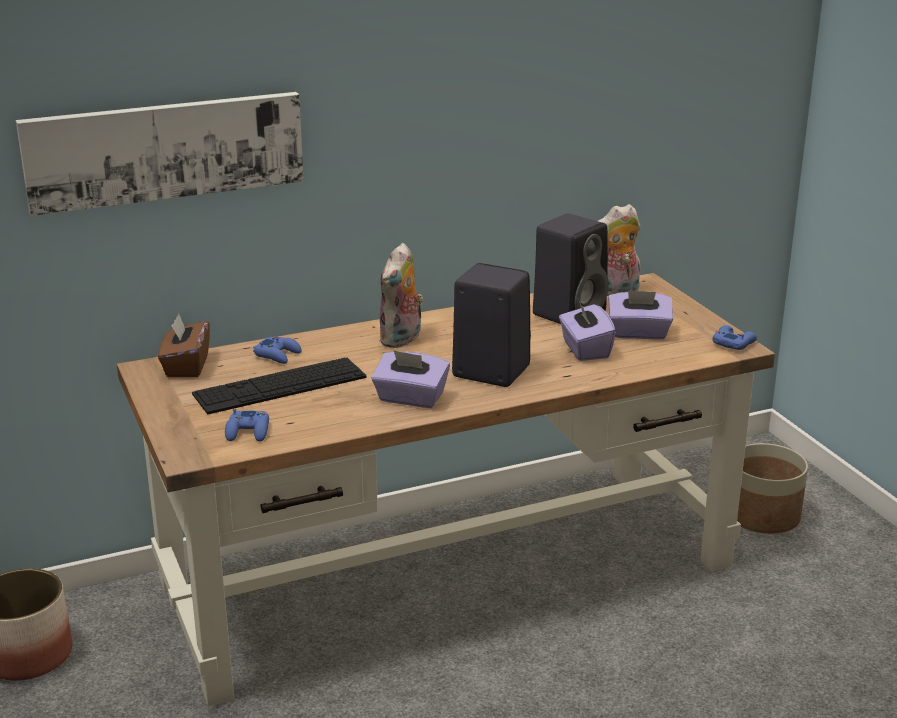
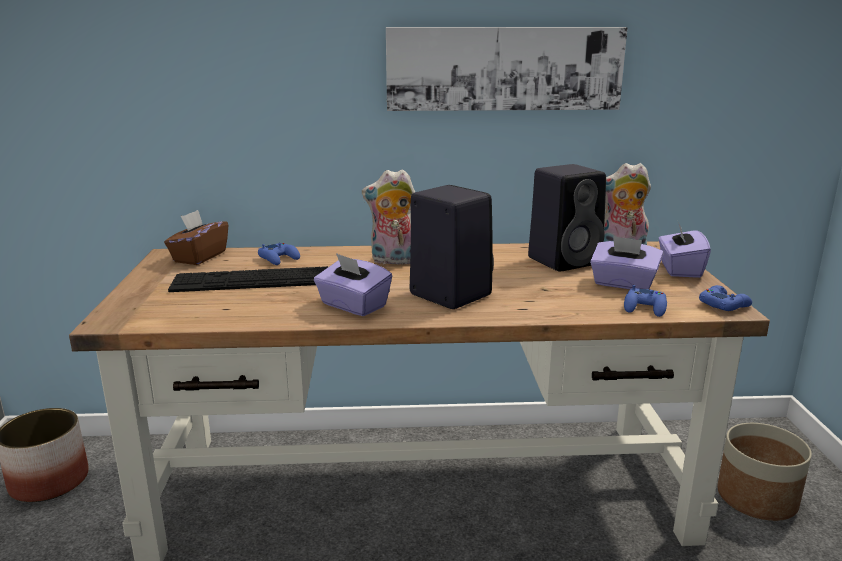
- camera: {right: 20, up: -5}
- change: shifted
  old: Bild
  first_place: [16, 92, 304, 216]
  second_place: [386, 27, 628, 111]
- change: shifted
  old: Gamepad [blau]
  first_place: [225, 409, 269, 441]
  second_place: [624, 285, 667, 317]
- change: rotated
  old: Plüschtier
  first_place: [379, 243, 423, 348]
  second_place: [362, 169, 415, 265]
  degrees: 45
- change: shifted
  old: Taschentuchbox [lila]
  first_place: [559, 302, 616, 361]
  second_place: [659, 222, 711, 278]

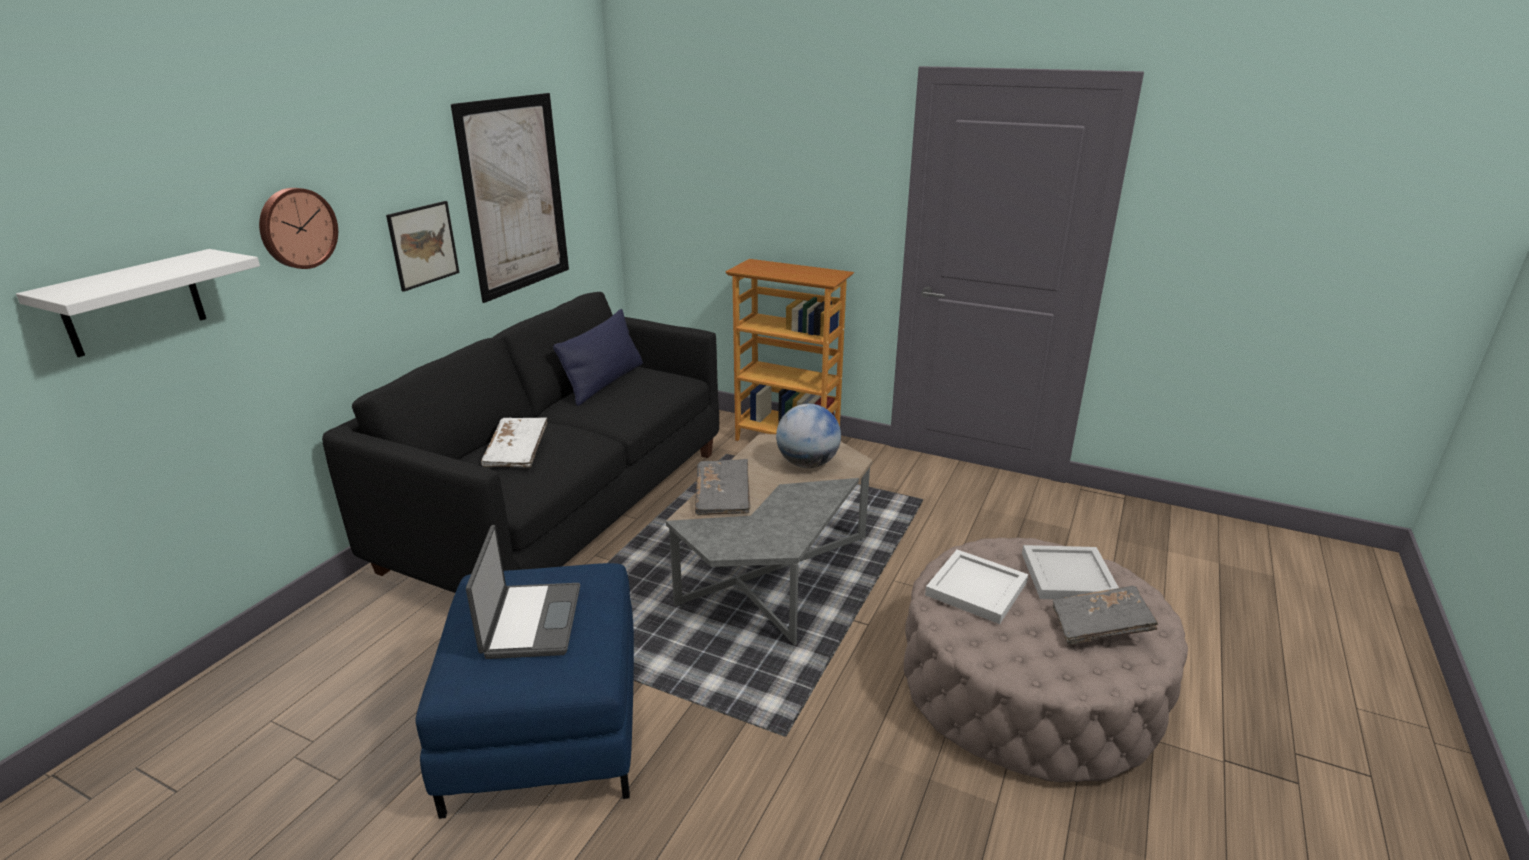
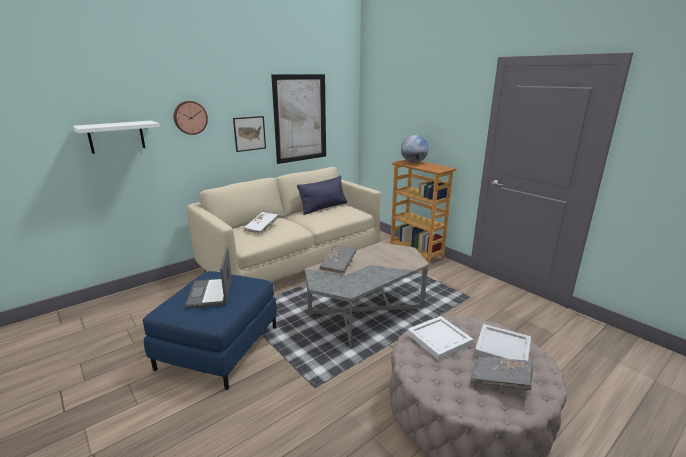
- camera: {right: 25, up: -5}
- change: repainted
  old: Sofa [schwarz]
  new: Sofa [beige]
  first_place: [322, 292, 719, 593]
  second_place: [187, 167, 381, 282]
- change: rotated
  old: Laptop
  first_place: [466, 525, 580, 659]
  second_place: [185, 247, 232, 309]
  degrees: 150
- change: shifted
  old: Globus
  first_place: [776, 404, 841, 468]
  second_place: [401, 135, 429, 163]

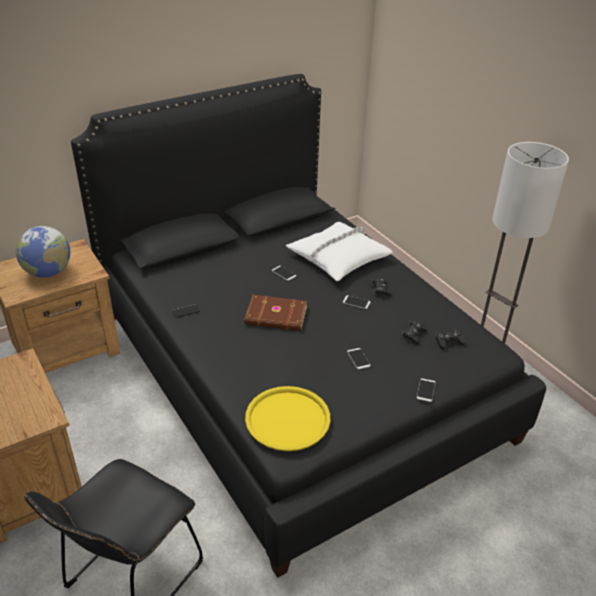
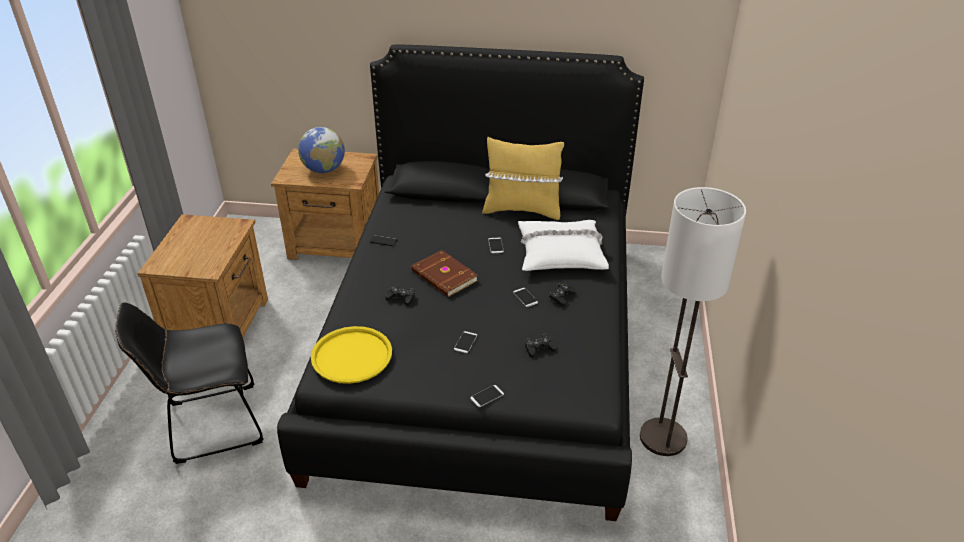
- camera: {right: 40, up: 0}
- change: shifted
  old: Gamepad [schwarz]
  first_place: [436, 328, 465, 350]
  second_place: [386, 284, 415, 306]
- change: new
  new: Kissen [gelb]
  second_place: [482, 137, 564, 220]

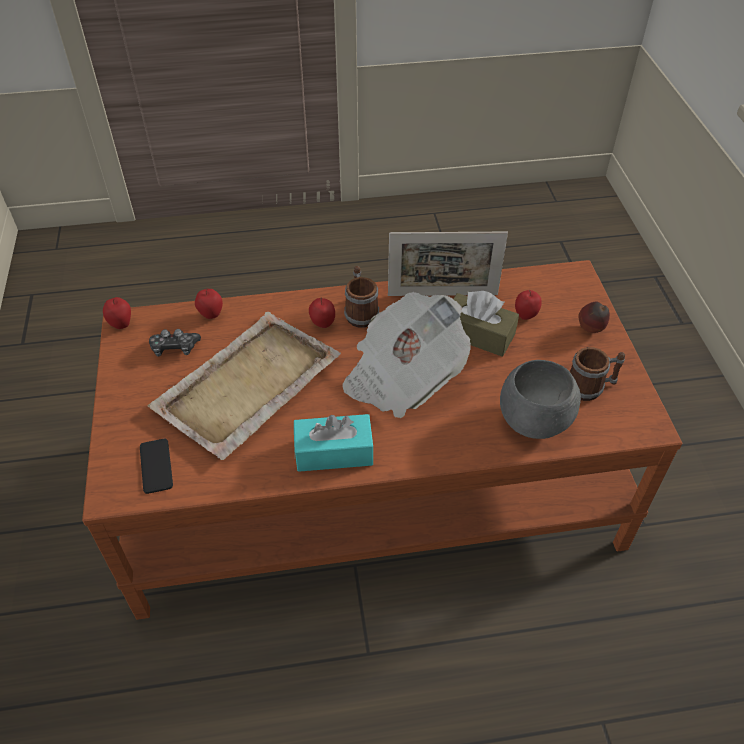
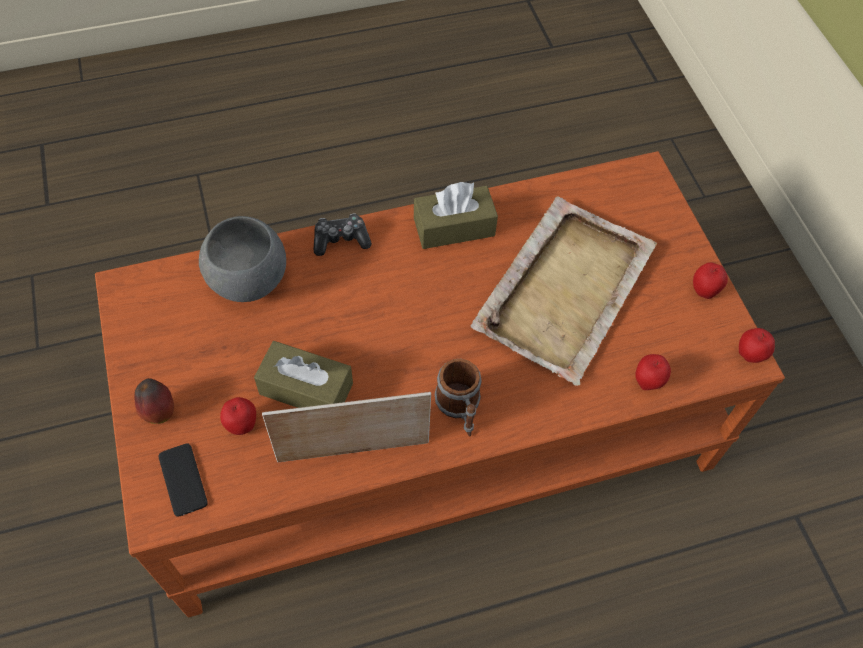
- camera: {right: 170, up: 10}
- change: shifted
  old: Handy
  first_place: [140, 439, 173, 494]
  second_place: [159, 443, 208, 517]
- change: shifted
  old: Gamepad
  first_place: [149, 329, 201, 357]
  second_place: [314, 213, 372, 256]
- change: repainted
  old: Taschentuchbox [türkis]
  new: Taschentuchbox [braun]
  first_place: [294, 414, 373, 472]
  second_place: [414, 182, 498, 249]
- change: shifted
  old: Apfel
  first_place: [309, 297, 335, 328]
  second_place: [693, 262, 728, 299]
- change: gone
  old: Zeitung
  first_place: [342, 292, 471, 418]
- change: gone
  old: Henkelbecher
  first_place: [570, 347, 625, 401]

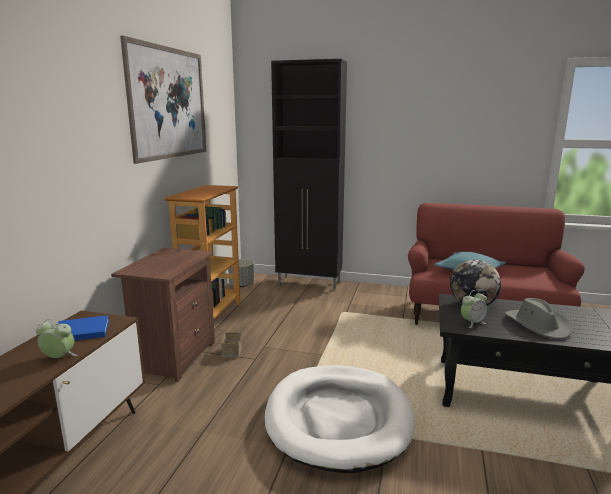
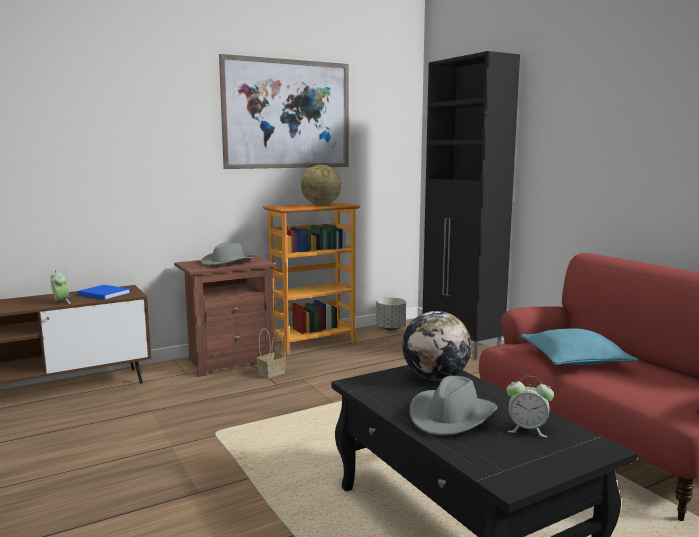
- camera: {right: 45, up: -5}
- change: gone
  old: Hundebett [weiß]
  first_place: [265, 366, 415, 473]
- change: shifted
  old: Wecker
  first_place: [461, 290, 487, 328]
  second_place: [506, 376, 554, 437]
- change: new
  new: Hut [grau]
  second_place: [201, 242, 254, 266]
- change: new
  new: Globus
  second_place: [301, 165, 342, 205]

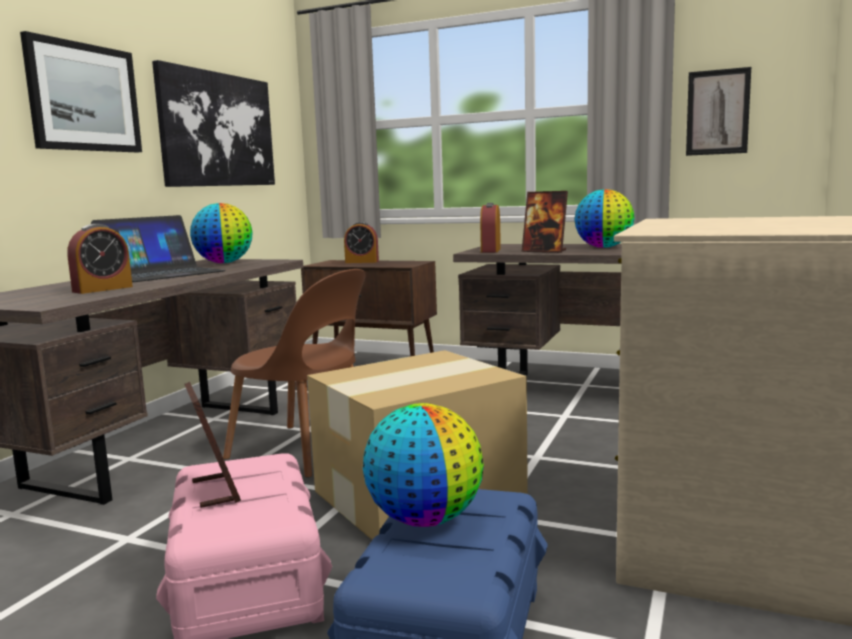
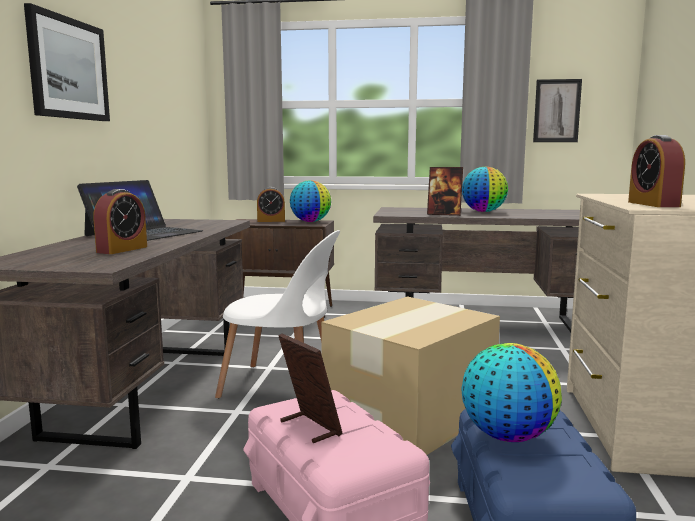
- camera: {right: -15, up: 0}
- change: gone
  old: Bild
  first_place: [152, 60, 275, 187]
- change: shifted
  old: Globus
  first_place: [190, 203, 252, 263]
  second_place: [290, 180, 331, 222]
- change: repainted
  old: Stuhl [braun]
  new: Stuhl [weiß]
  first_place: [223, 269, 366, 477]
  second_place: [215, 230, 340, 399]
- change: shifted
  old: Wecker
  first_place: [480, 203, 501, 253]
  second_place: [628, 135, 685, 207]

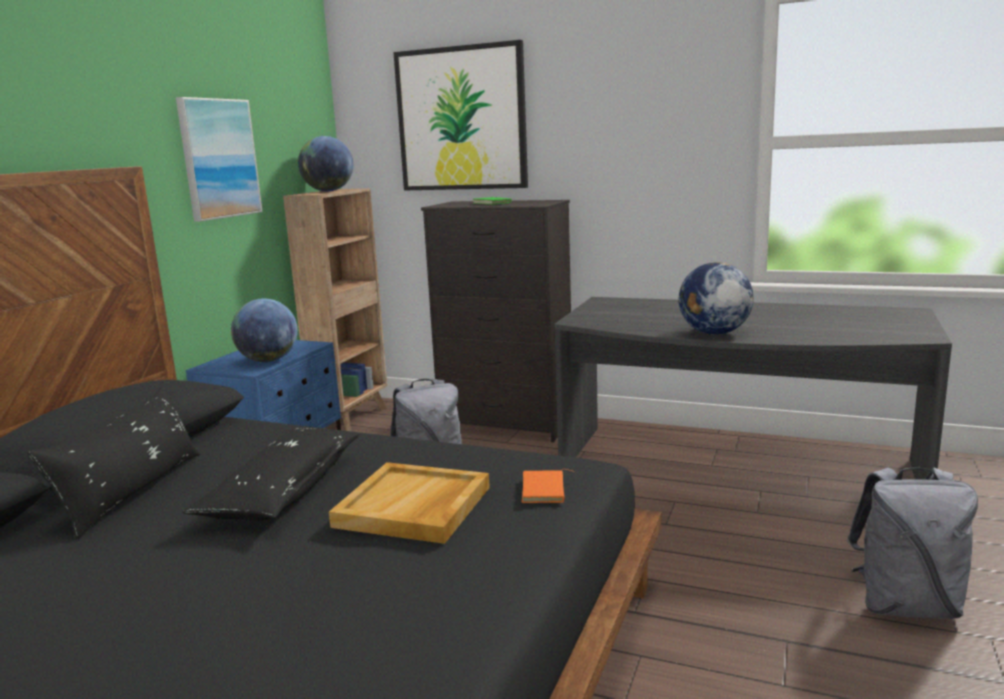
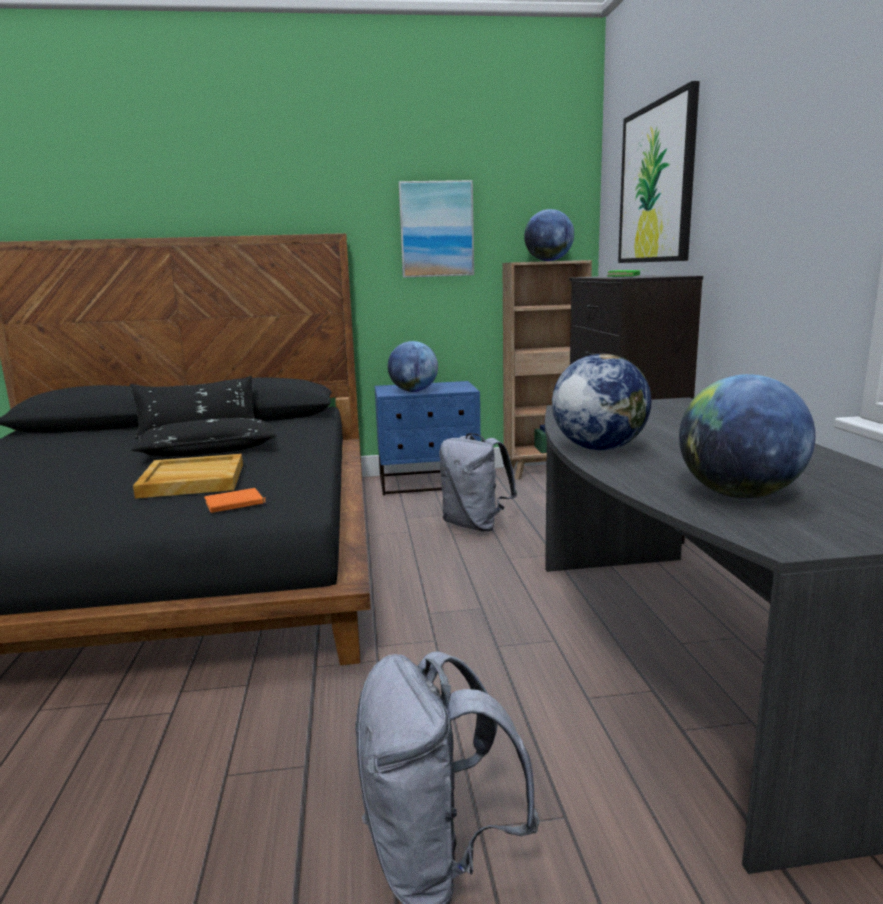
- camera: {right: 60, up: 0}
- change: new
  new: Globus
  second_place: [679, 374, 815, 499]

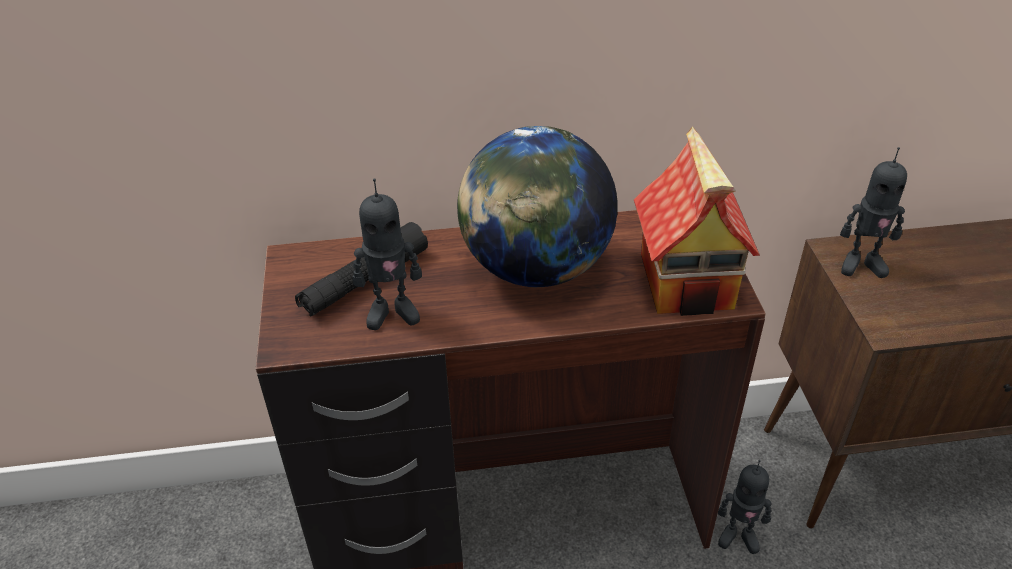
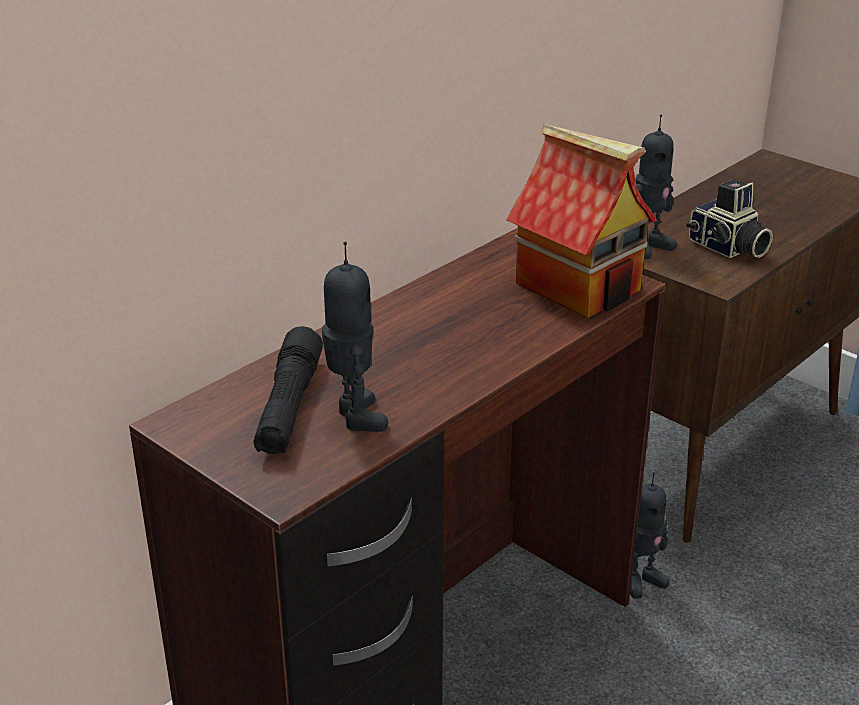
- camera: {right: -40, up: -10}
- change: rotated
  old: Spielzeugroboter
  first_place: [353, 178, 422, 330]
  second_place: [322, 242, 388, 432]
  degrees: -60
- change: gone
  old: Globus
  first_place: [457, 126, 618, 287]
- change: new
  new: Kamera
  second_place: [686, 180, 773, 258]

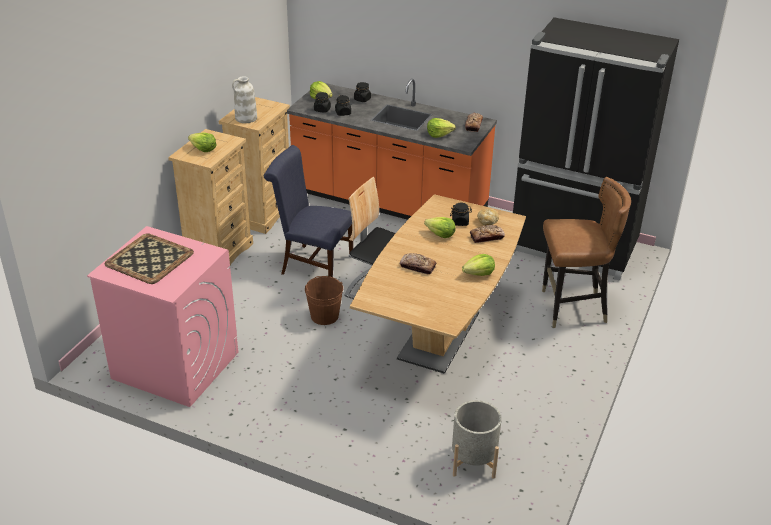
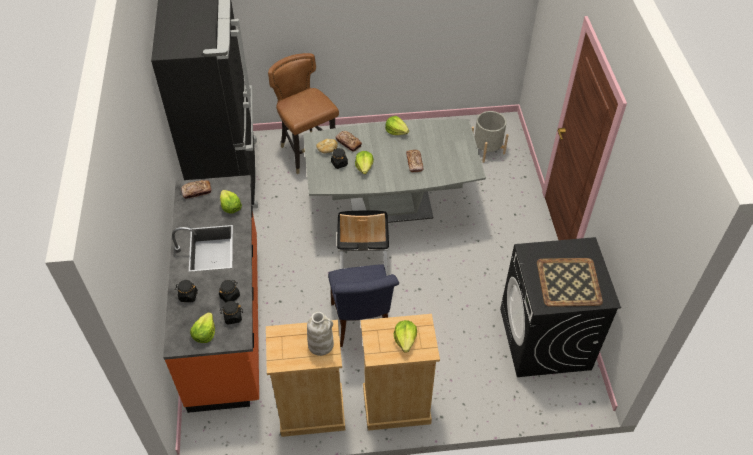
- camera: {right: -120, up: 15}
- change: repainted
  old: Waschmaschine [rosa]
  new: Waschmaschine [schwarz]
  first_place: [87, 226, 239, 407]
  second_place: [500, 237, 621, 377]
- change: gone
  old: Eimer [braun]
  first_place: [305, 276, 343, 325]
- change: repainted
  old: Esstisch [braun]
  new: Esstisch [grau]
  first_place: [350, 194, 526, 374]
  second_place: [303, 119, 486, 223]

